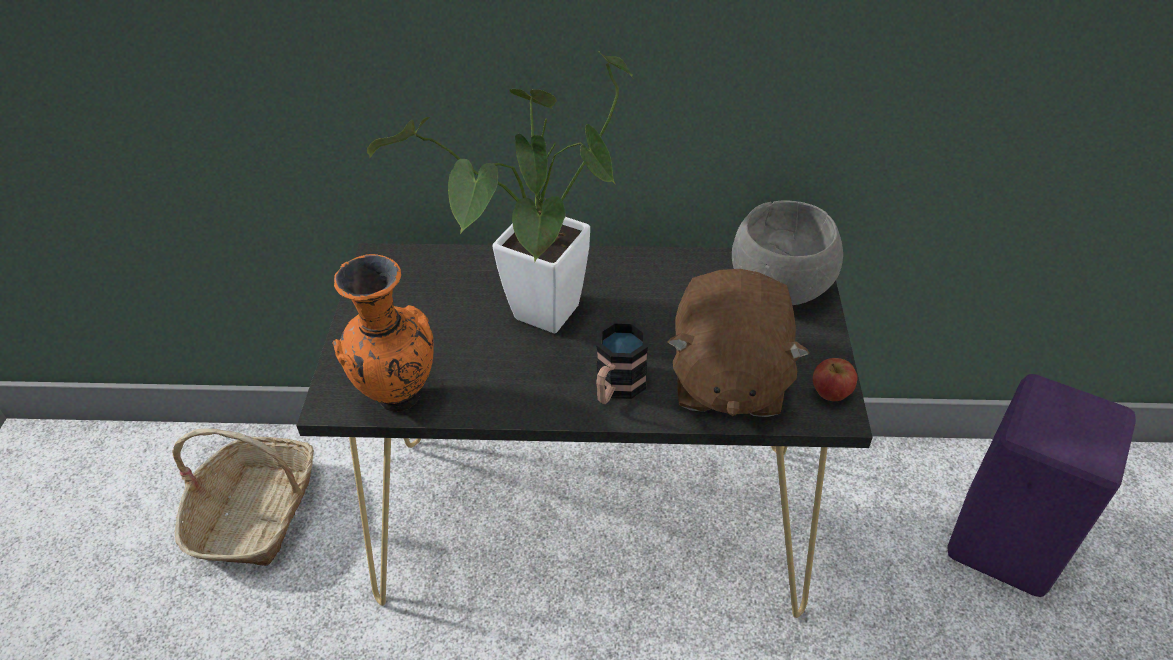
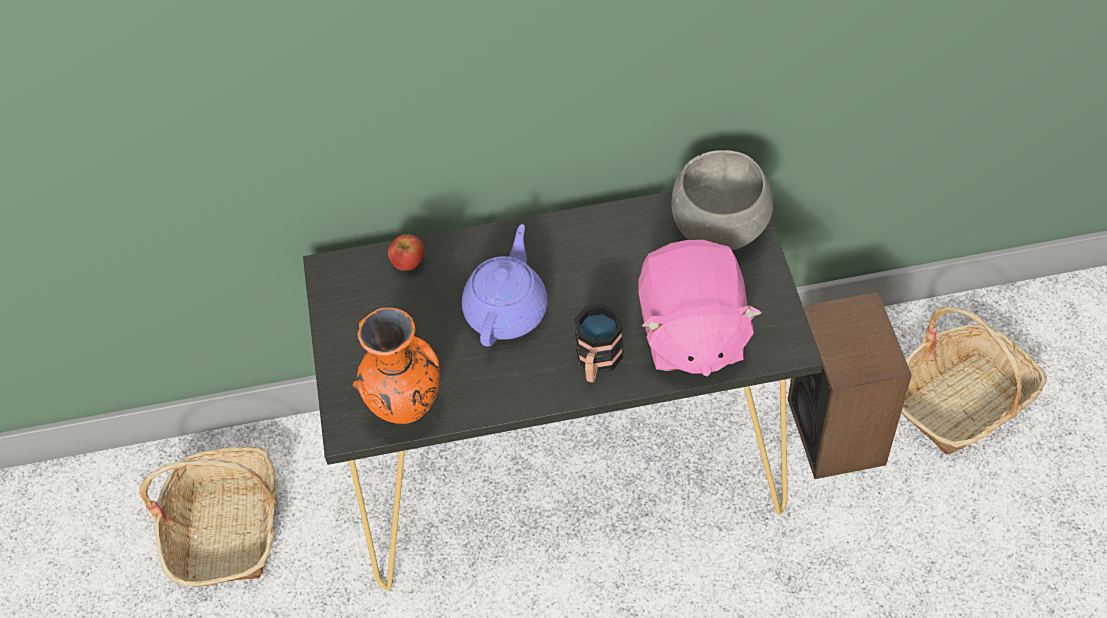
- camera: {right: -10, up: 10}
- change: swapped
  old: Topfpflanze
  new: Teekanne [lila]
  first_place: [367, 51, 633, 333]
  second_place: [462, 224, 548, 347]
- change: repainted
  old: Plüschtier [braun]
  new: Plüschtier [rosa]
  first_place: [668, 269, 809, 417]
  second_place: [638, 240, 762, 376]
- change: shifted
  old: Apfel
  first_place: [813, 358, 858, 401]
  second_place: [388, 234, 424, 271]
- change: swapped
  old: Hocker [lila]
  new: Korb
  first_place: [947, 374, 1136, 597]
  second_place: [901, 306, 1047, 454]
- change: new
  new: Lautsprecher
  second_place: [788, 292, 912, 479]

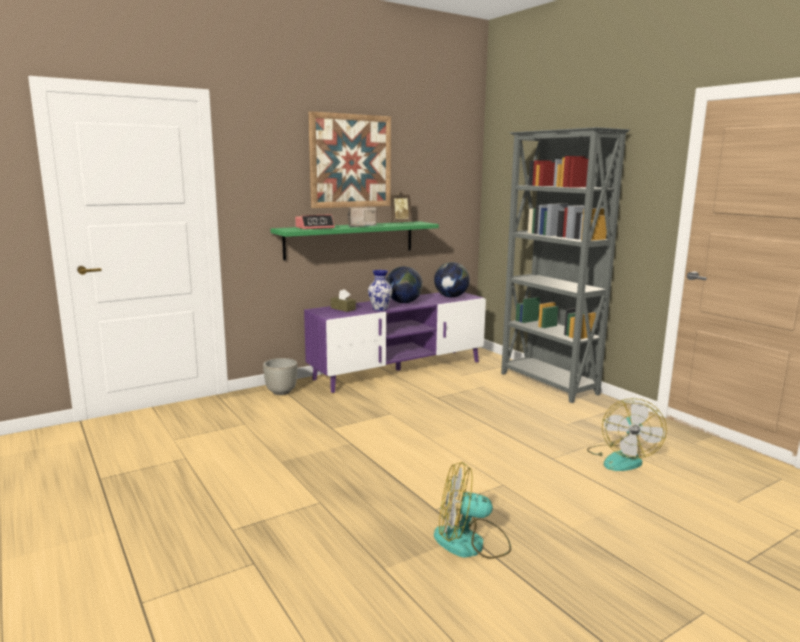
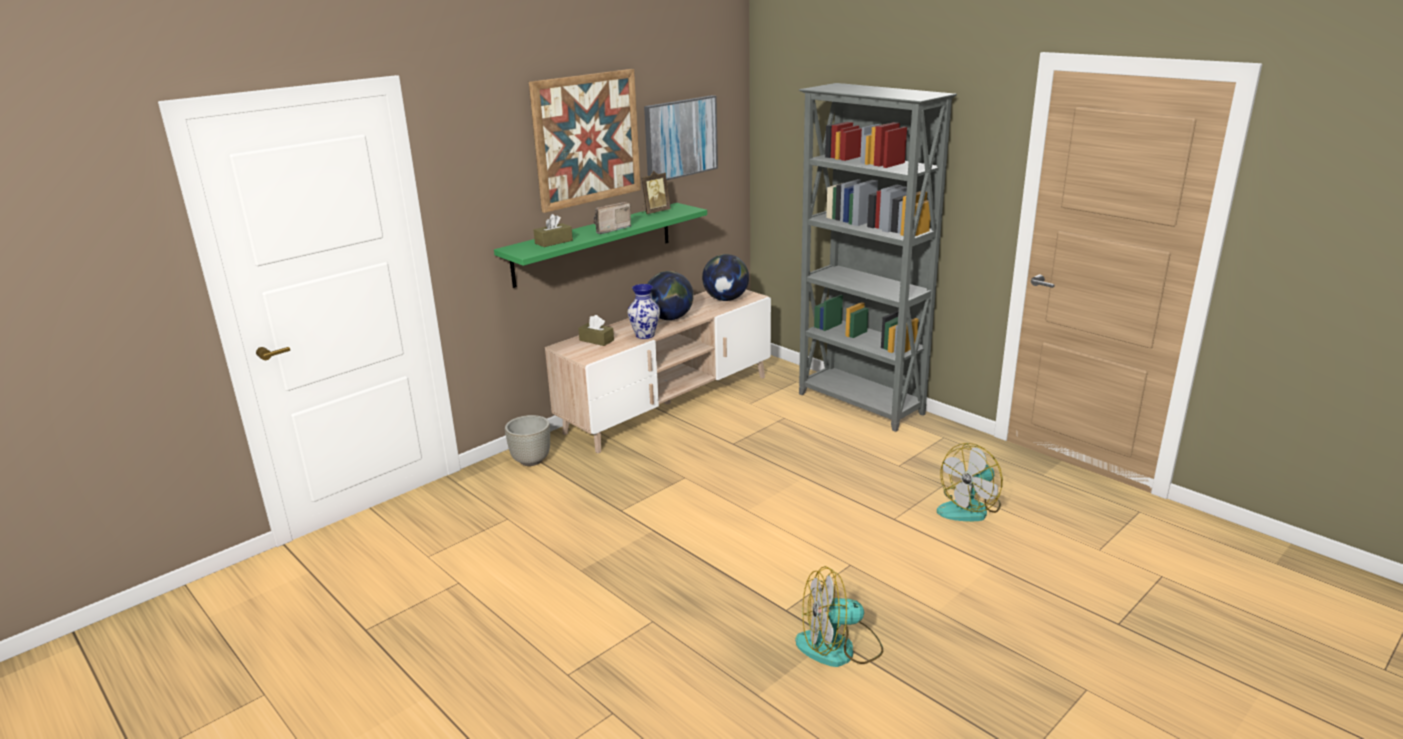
- camera: {right: -10, up: 10}
- change: swapped
  old: Wecker
  new: Taschentuchbox [braun]
  first_place: [295, 214, 335, 230]
  second_place: [534, 214, 573, 247]
- change: repainted
  old: Fernsehschrank [lila]
  new: Fernsehschrank [beige]
  first_place: [304, 292, 486, 393]
  second_place: [545, 290, 771, 453]
- change: rotated
  old: Ventilator
  first_place: [587, 398, 667, 471]
  second_place: [937, 443, 1003, 522]
  degrees: 45
- change: new
  new: Bild
  second_place: [644, 95, 718, 180]

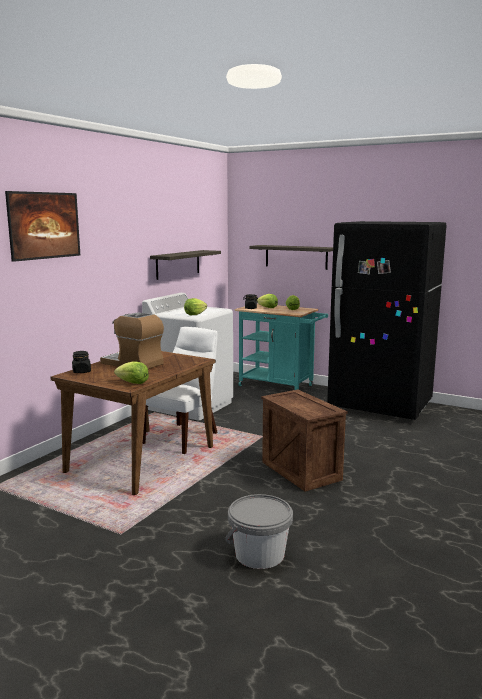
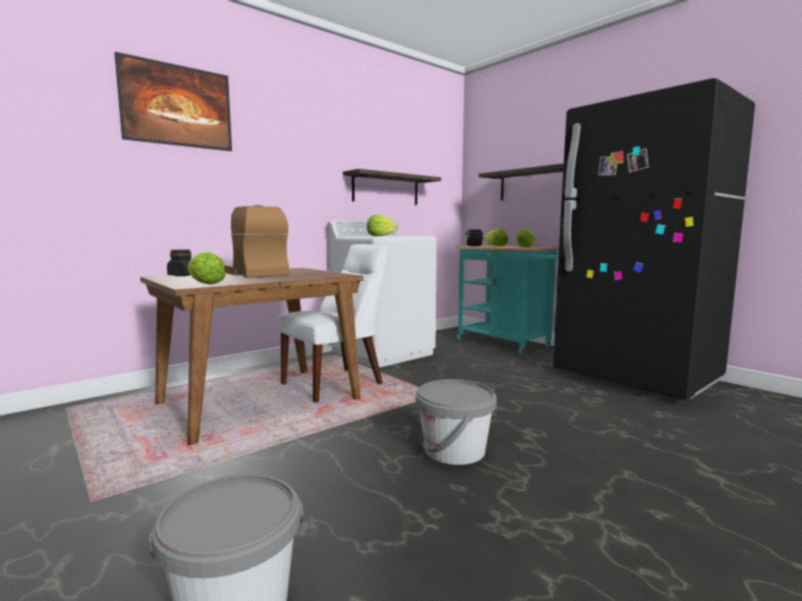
- camera: {right: 20, up: -5}
- change: swapped
  old: Kiste
  new: Eimer [grau]
  first_place: [261, 390, 348, 492]
  second_place: [416, 379, 497, 465]

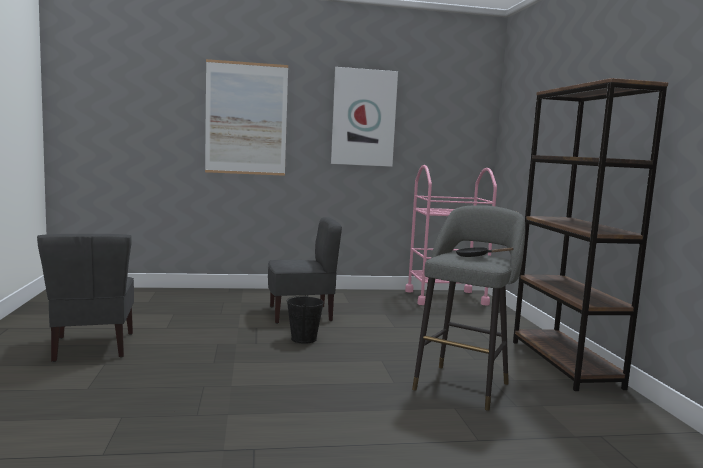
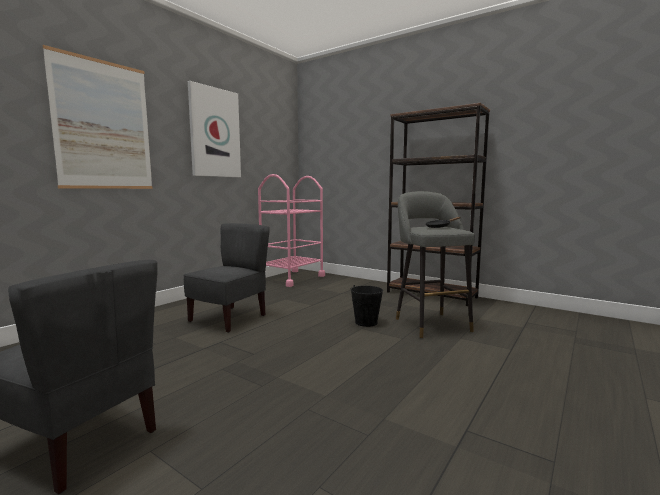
- camera: {right: -45, up: 0}
- change: shifted
  old: Eimer [schwarz]
  first_place: [287, 295, 324, 344]
  second_place: [351, 285, 383, 327]

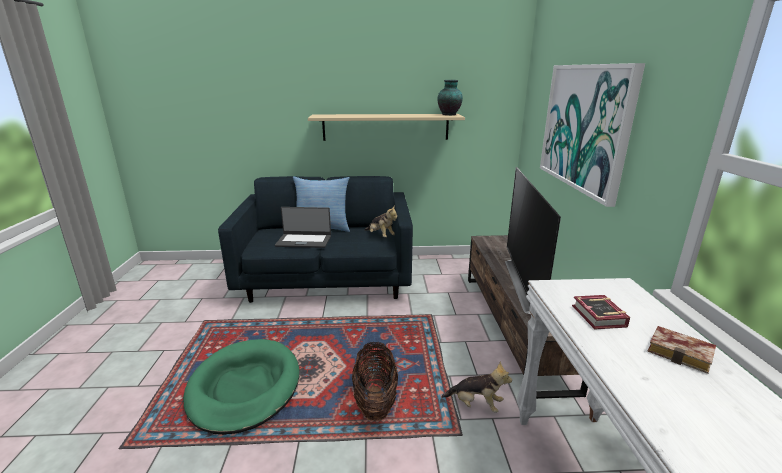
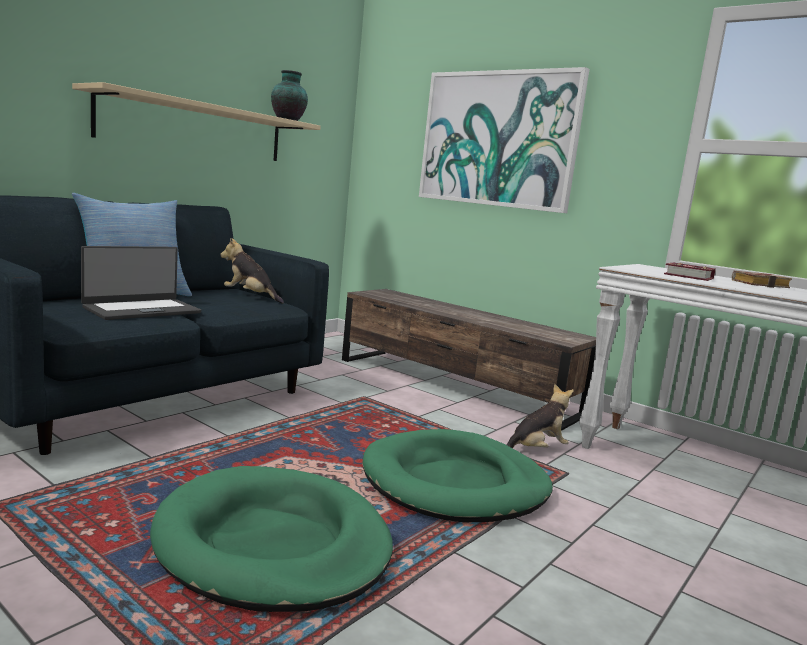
- camera: {right: -50, up: -10}
- change: swapped
  old: Korb
  new: Hundebett [grün]
  first_place: [352, 342, 398, 421]
  second_place: [362, 429, 553, 522]
- change: rotated
  old: Plüschtier
  first_place: [365, 205, 398, 237]
  second_place: [220, 238, 284, 304]
  degrees: -150
- change: gone
  old: Fernseher
  first_place: [505, 167, 561, 314]

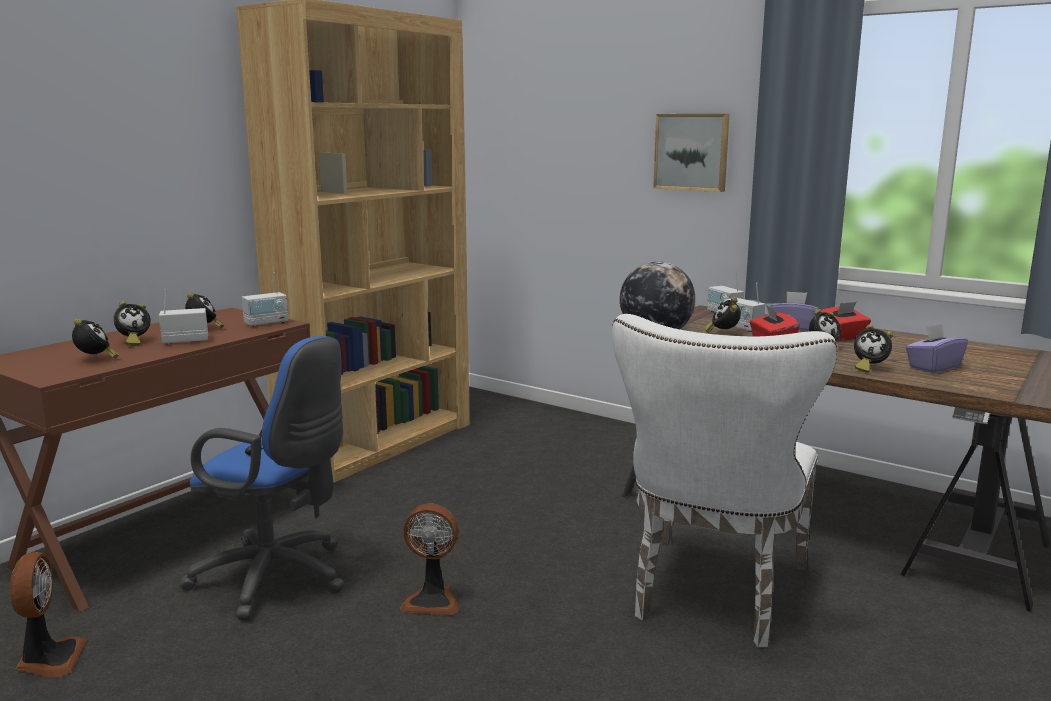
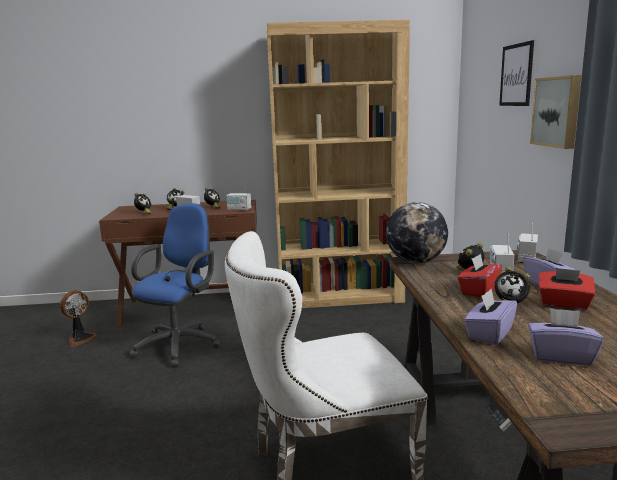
- camera: {right: 50, up: 0}
- change: rotated
  old: Bürostuhl [blau]
  first_place: [180, 336, 345, 620]
  second_place: [130, 203, 221, 368]
  degrees: -135
- change: gone
  old: Ventilator
  first_place: [400, 504, 459, 615]
- change: swapped
  old: Wecker
  new: Taschentuchbox [lila]
  first_place: [854, 324, 893, 373]
  second_place: [464, 289, 517, 345]
- change: new
  new: Bild
  second_place: [499, 40, 534, 106]

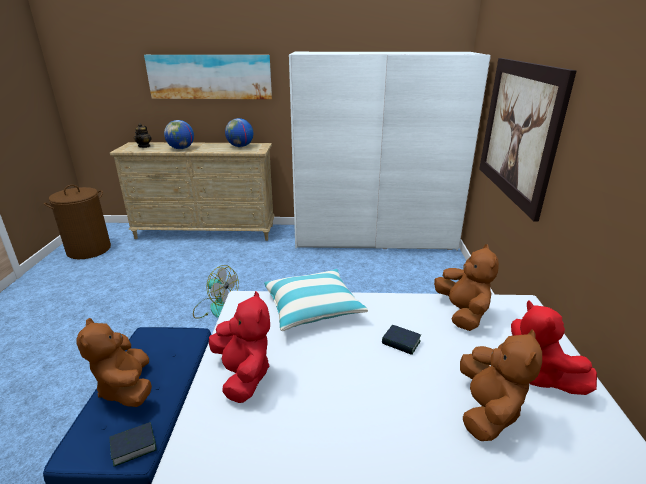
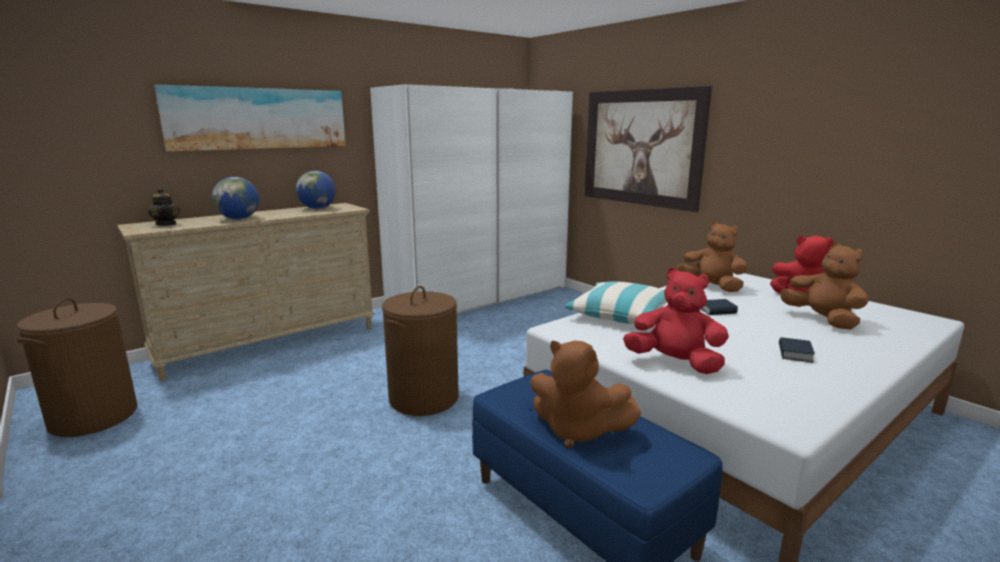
- camera: {right: -40, up: -10}
- change: shifted
  old: Buch
  first_place: [109, 422, 157, 466]
  second_place: [779, 337, 815, 363]
- change: swapped
  old: Ventilator
  new: Wäschekorb [braun]
  first_place: [193, 265, 239, 319]
  second_place: [382, 286, 459, 416]

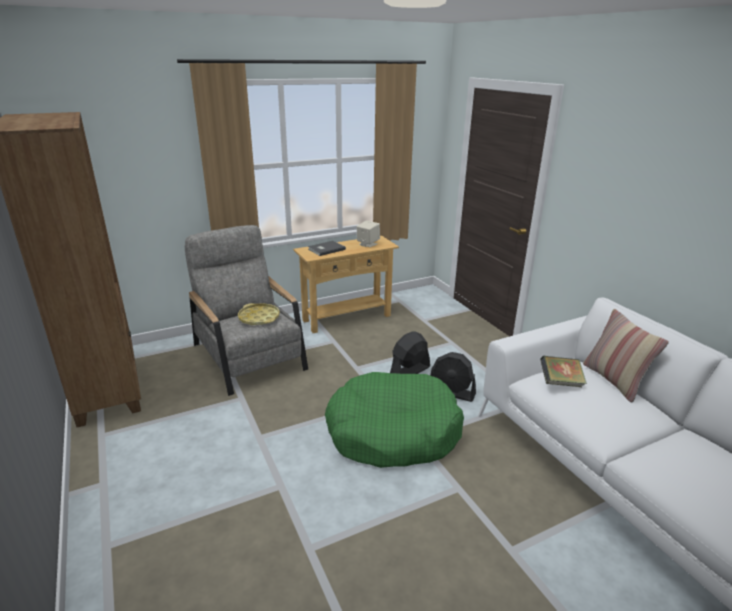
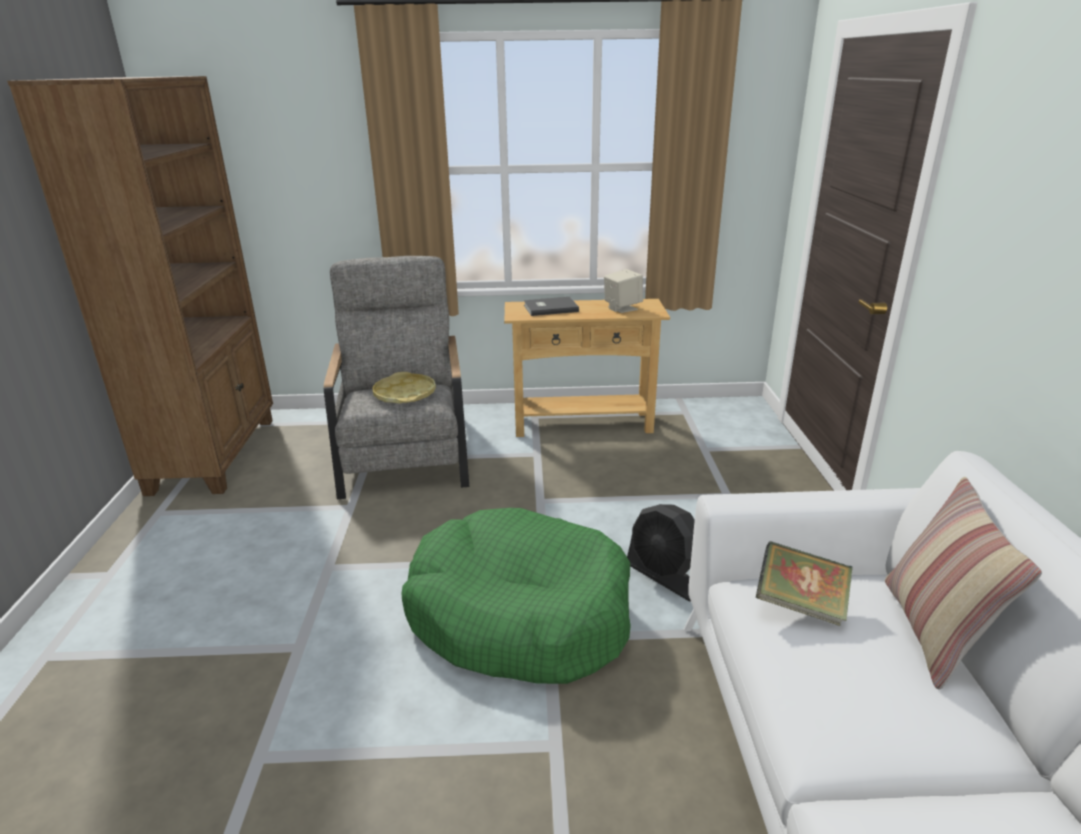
- camera: {right: 25, up: 0}
- change: gone
  old: Ventilator [schwarz]
  first_place: [390, 331, 430, 374]

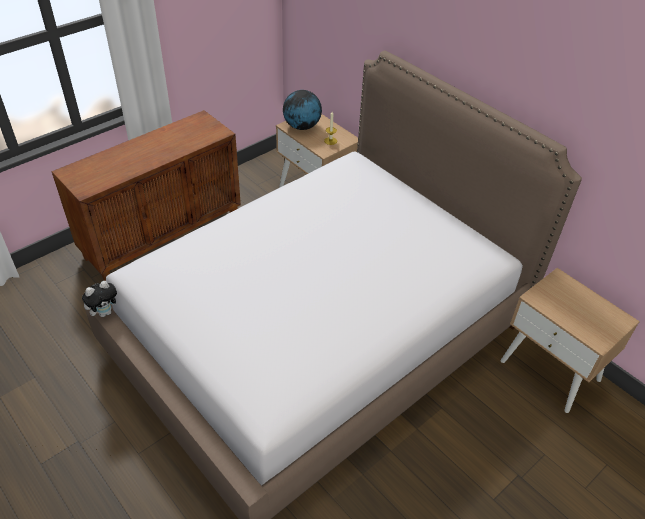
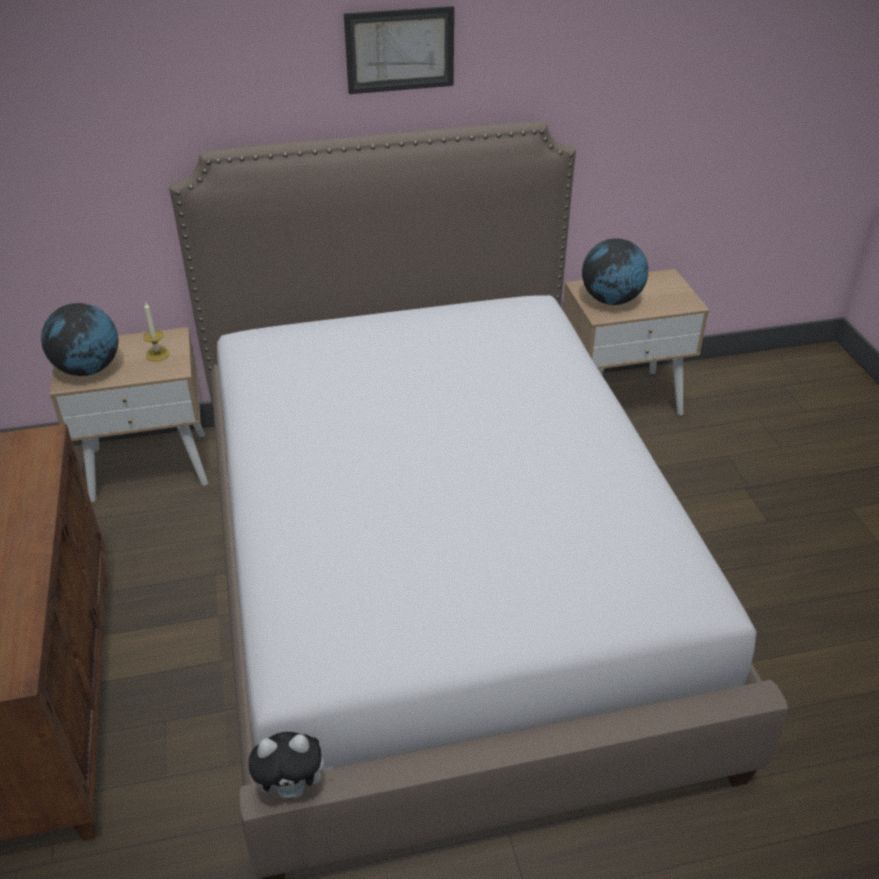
- camera: {right: -60, up: -5}
- change: rotated
  old: Plüschtier
  first_place: [82, 281, 117, 317]
  second_place: [249, 732, 334, 799]
  degrees: 90
- change: new
  new: Bild
  second_place: [344, 6, 454, 94]
- change: new
  new: Globus
  second_place: [582, 238, 648, 305]

